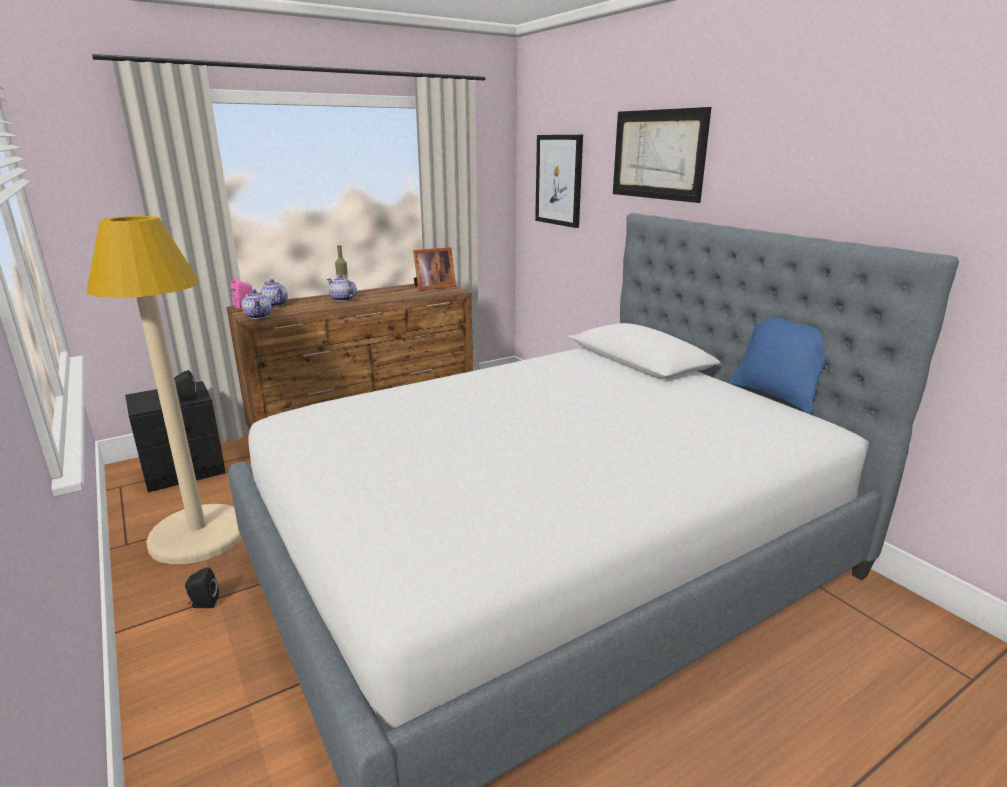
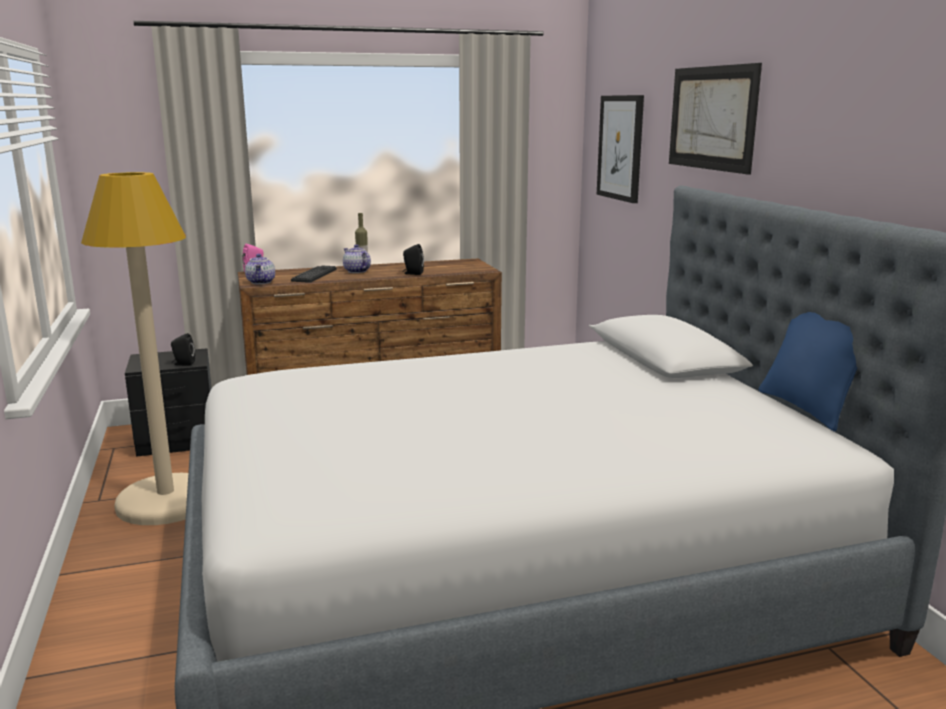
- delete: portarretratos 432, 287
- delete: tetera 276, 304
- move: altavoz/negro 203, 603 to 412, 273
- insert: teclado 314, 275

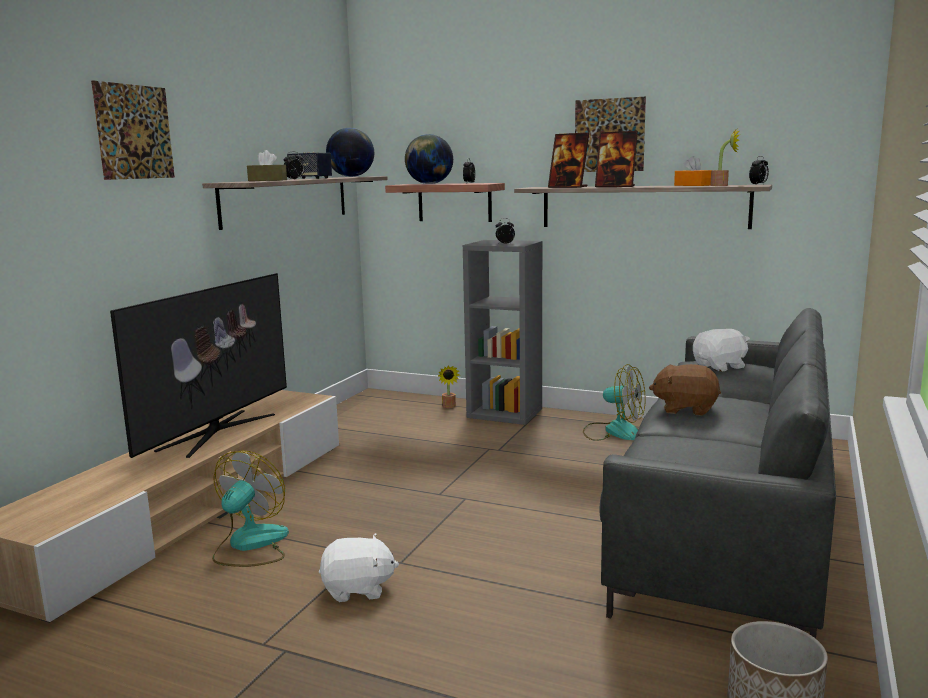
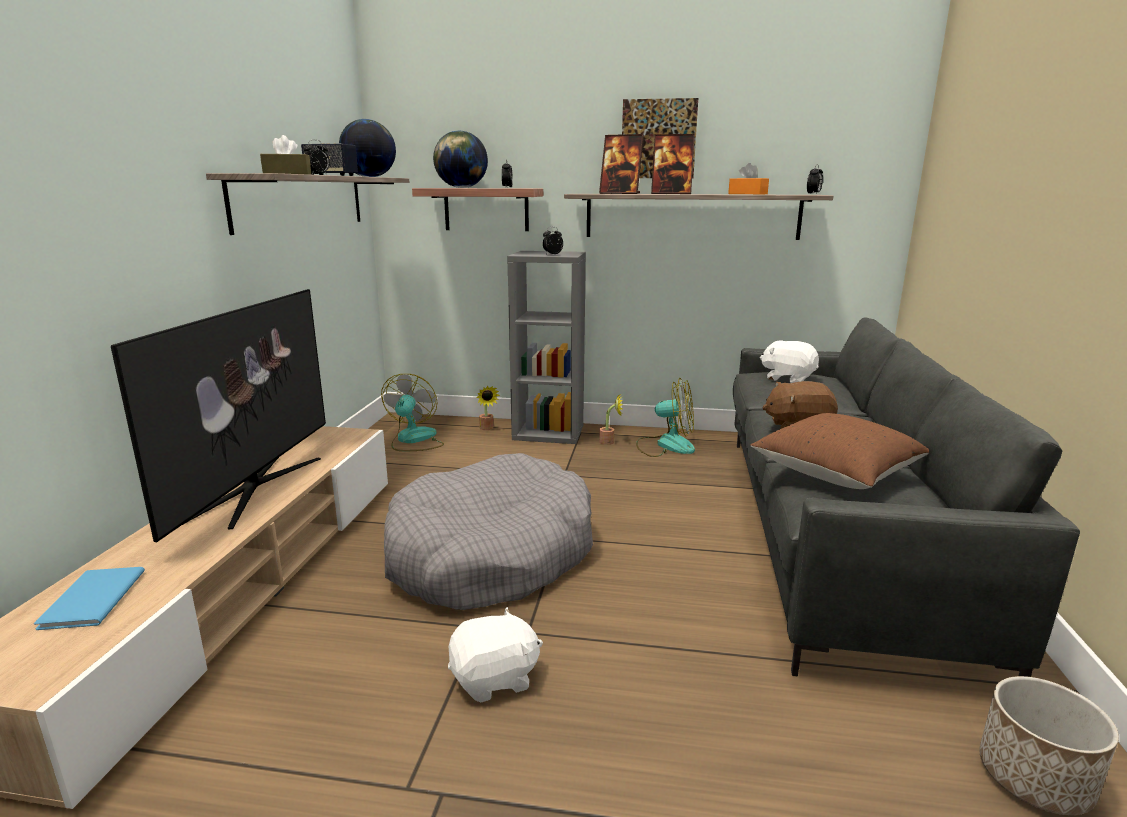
- delete: cuadro 134, 132
- move: planta en maceta 723, 185 to 609, 442
- rotate: peluche/blanco 720, 366 = 788, 378 105 degrees counterclockwise
- move: ventilador 250, 545 to 413, 440
- insert: cojín/marrón 836, 474
- insert: cama para perro/gris 491, 554
- insert: libro/azul 89, 600

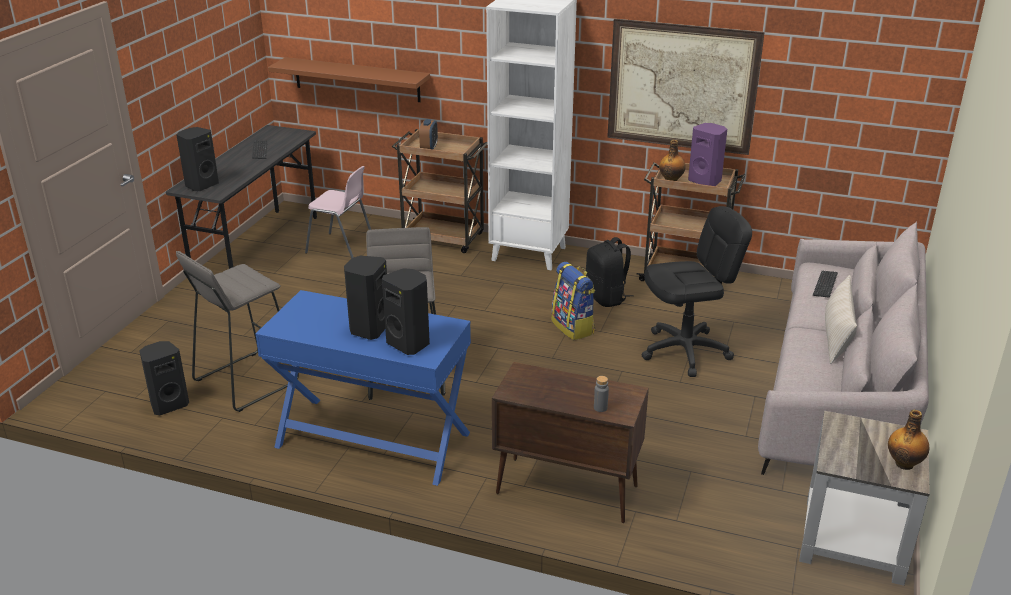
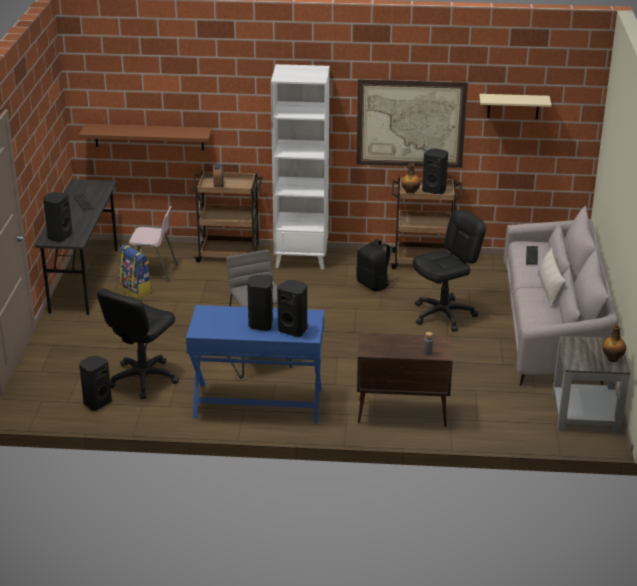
- recolor: altavoz/morado 705, 181 to altavoz/negro 435, 190
- replace: taburete/gris 245, 381 to silla de oficina/negro 143, 379
- move: mochila 573, 327 to 137, 291
- insert: estante/beis 513, 106

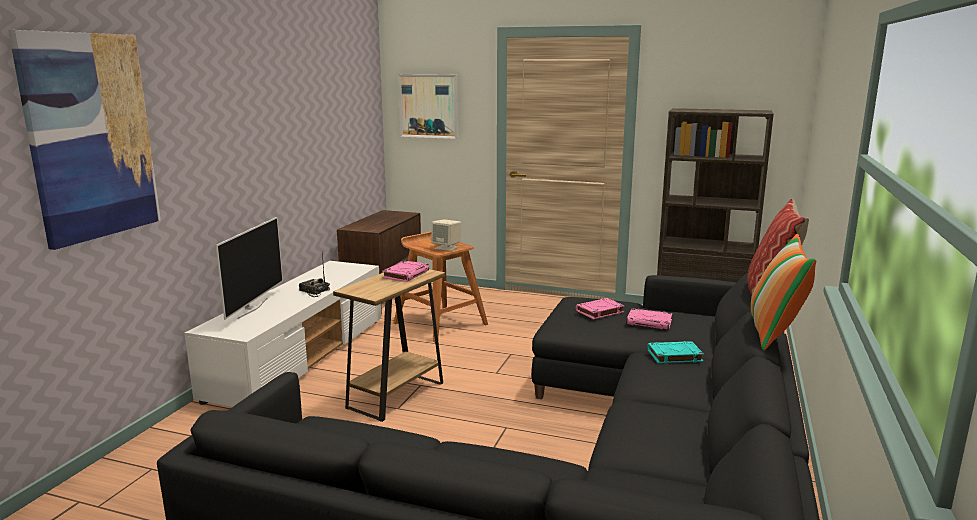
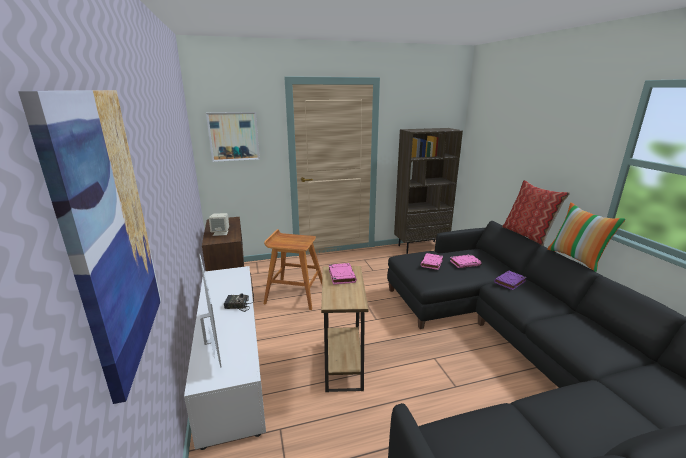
- move: altavoz/beis 447, 248 to 221, 233
- recolor: libro/turquesa 674, 356 to libro/morado 509, 282

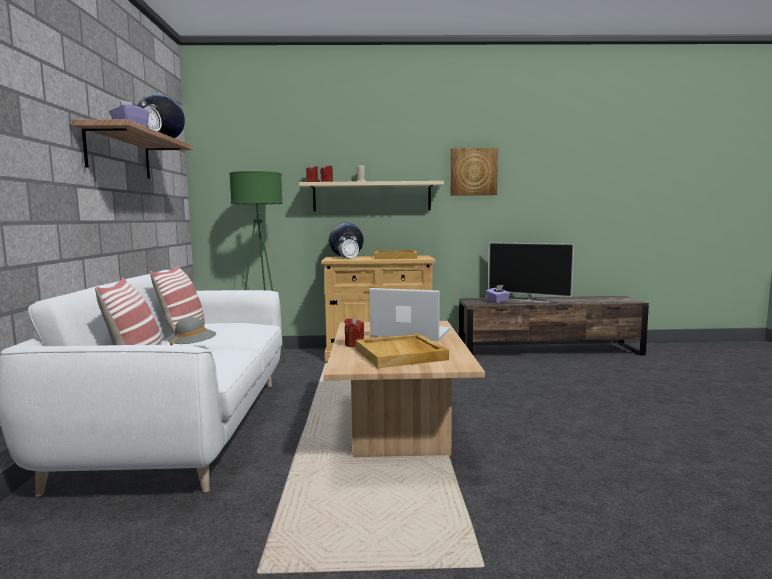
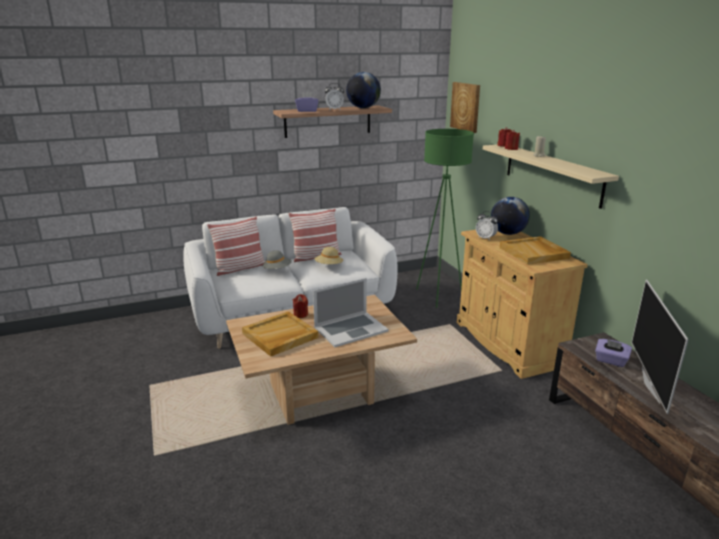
- move: cuadro 473, 172 to 466, 107
- rotate: portátil 410, 333 = 350, 329 60 degrees clockwise
- insert: sombrero/beis 329, 266

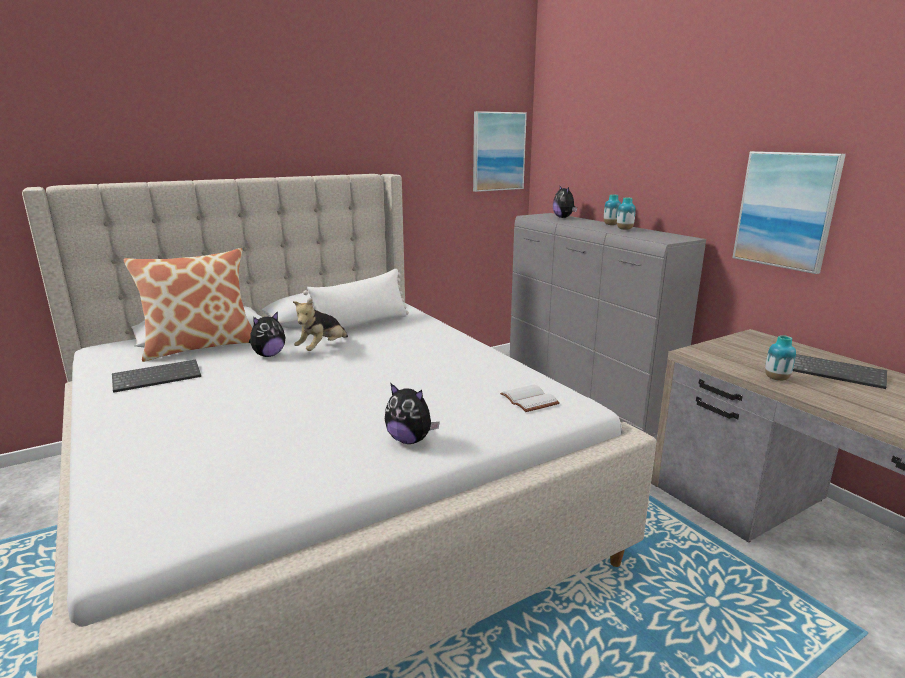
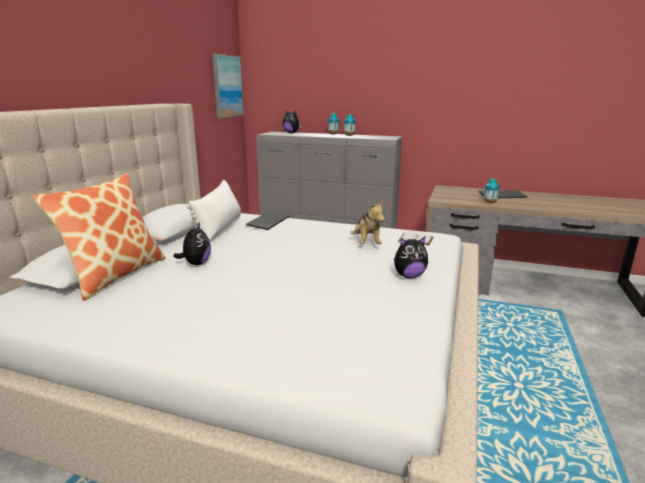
- delete: cuadro 786, 210
- move: peluche 322, 348 to 366, 243
- move: teclado 158, 377 to 268, 221

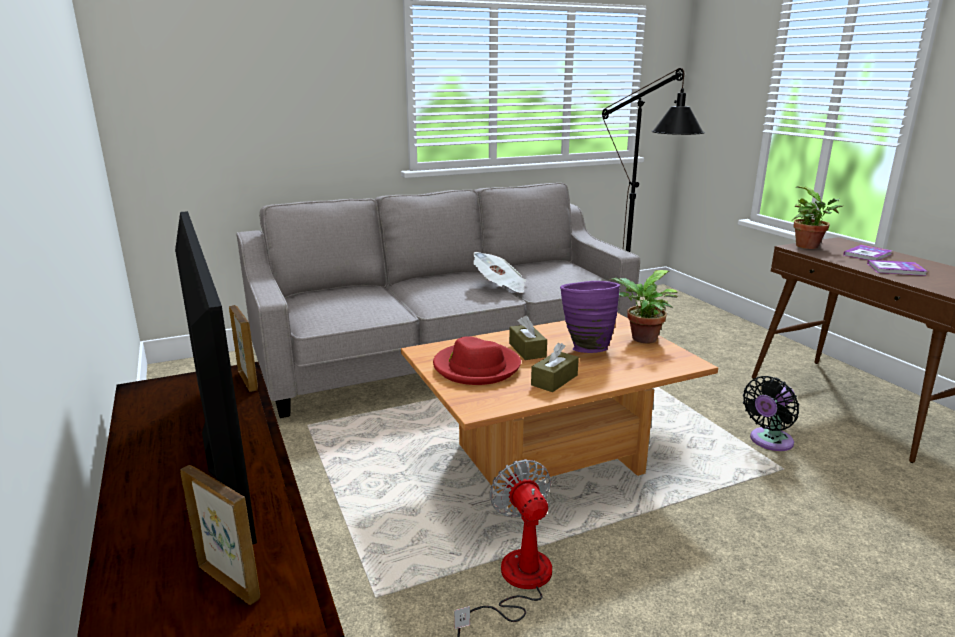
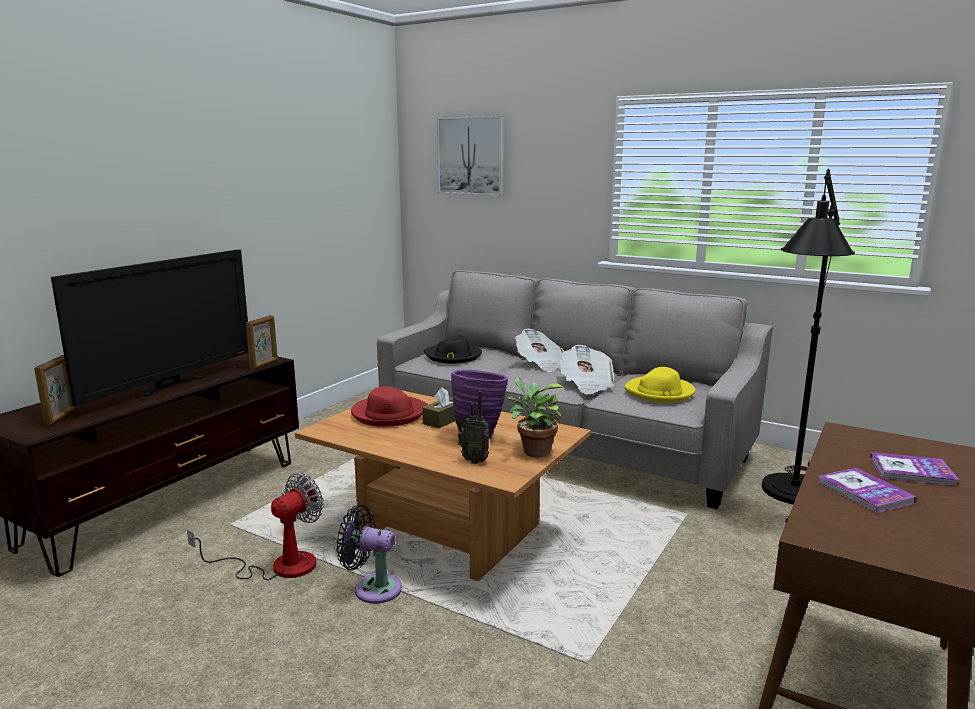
- delete: planta en maceta 810, 247
- delete: caja de pañuelos/marrón 554, 380
- move: ventilador/negro 769, 441 to 373, 588
- insert: cuadro 471, 156
- insert: periódico 541, 364
- insert: sombrero/negro 453, 356
- insert: sombrero/amarillo 660, 392
- insert: radio 474, 460

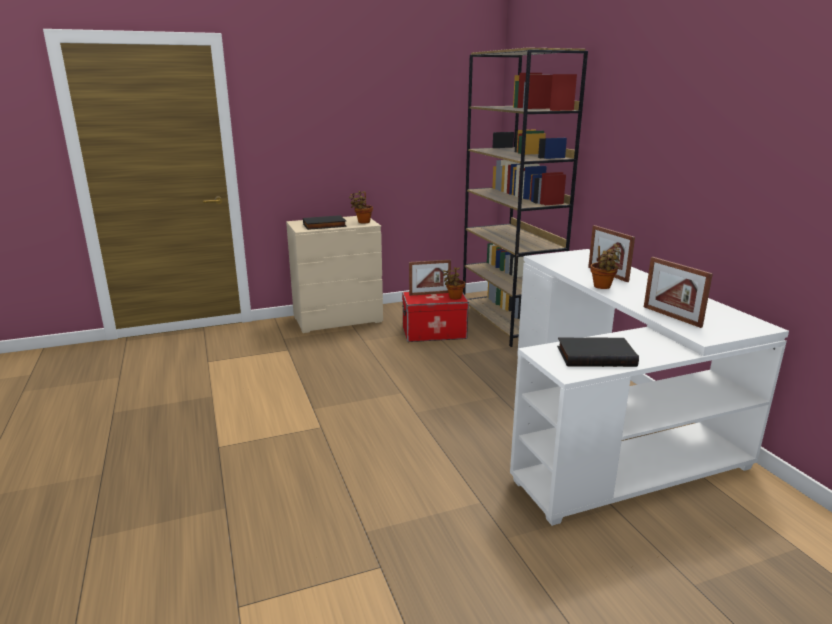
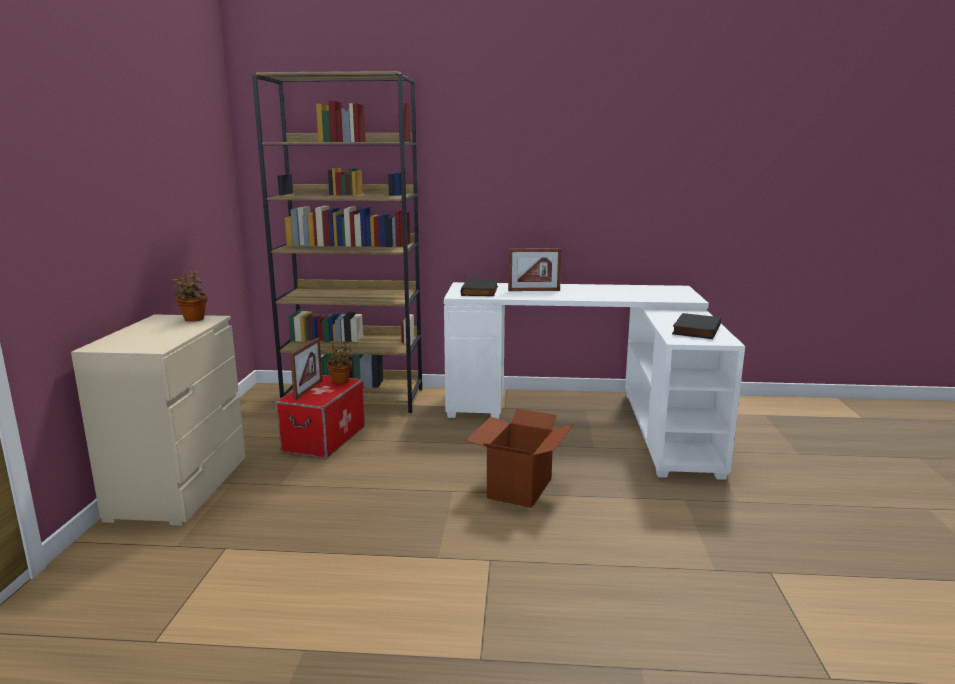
- move: libro/negro 324, 225 to 481, 291
- delete: planta en maceta 602, 287
- delete: portarretratos 671, 316
- insert: caja de cartón 518, 488

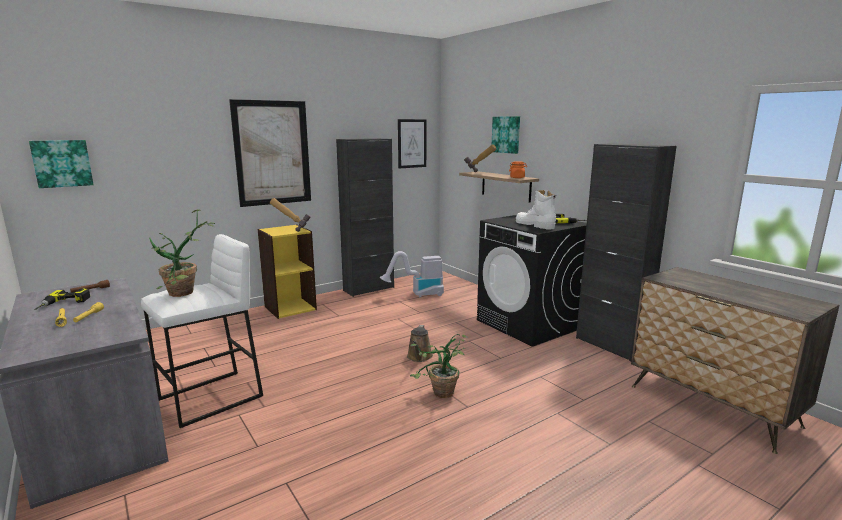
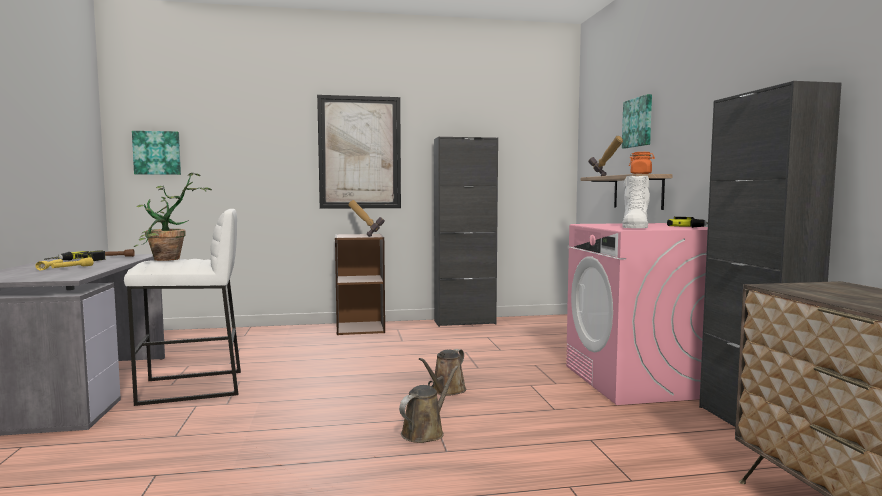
- delete: cuadro 412, 143
- rotate: bota/blanco 534, 225 = 635, 227 150 degrees counterclockwise
- recolor: lavadora/negro 529, 324 to lavadora/rosa 638, 381
- recolor: estantería/amarillo 290, 308 to estantería/marrón 360, 328
- delete: aspiradora 417, 295
- replace: planta en maceta 440, 395 to regadera/marrón 425, 432

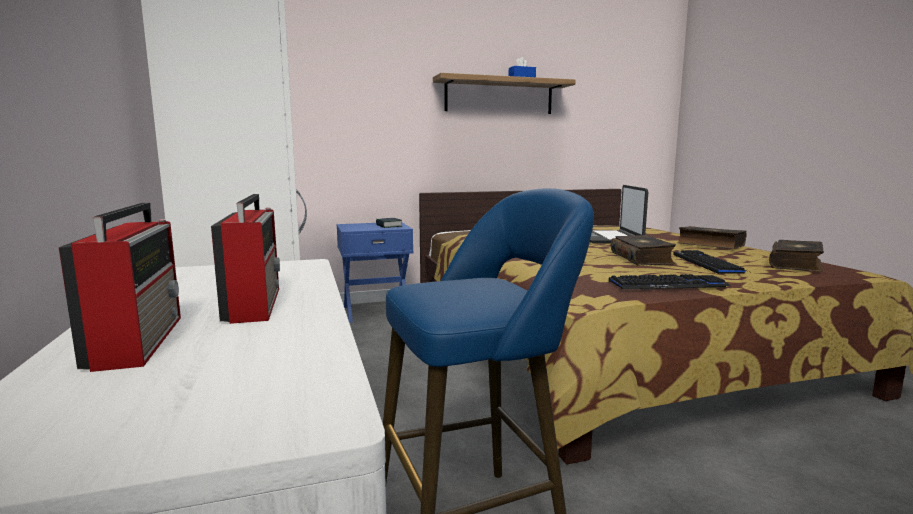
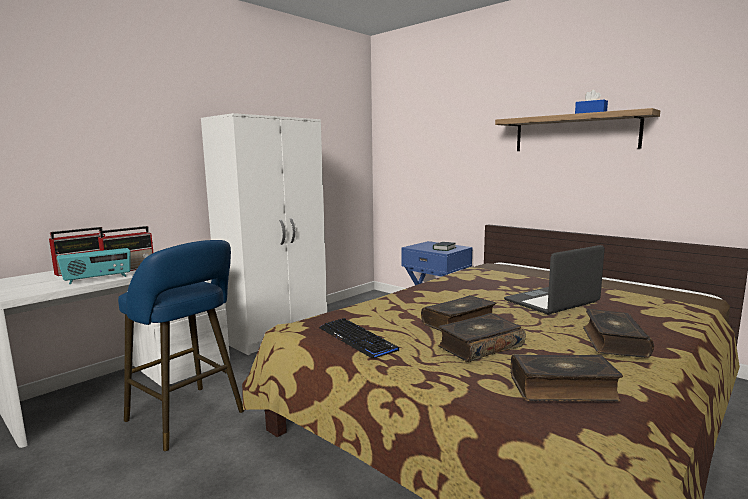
- replace: teclado 707, 263 to libro 479, 346
- insert: radio 98, 279

